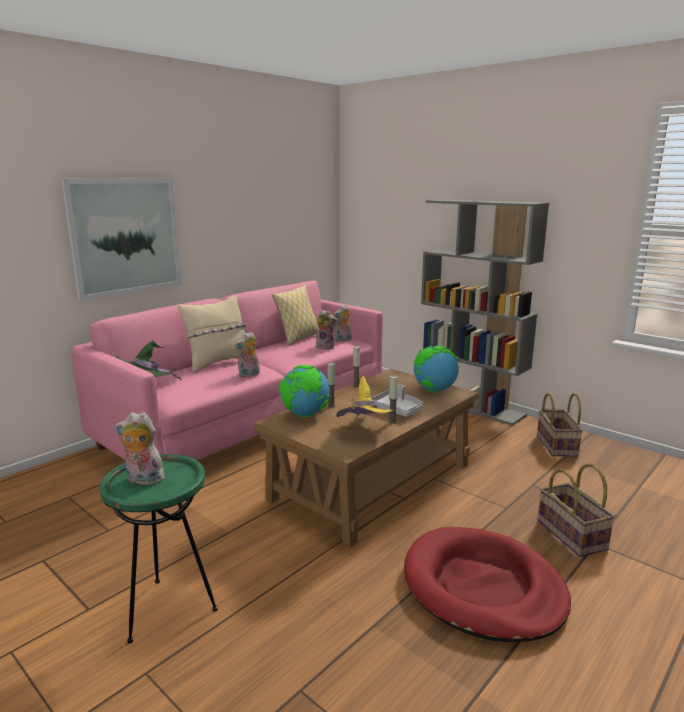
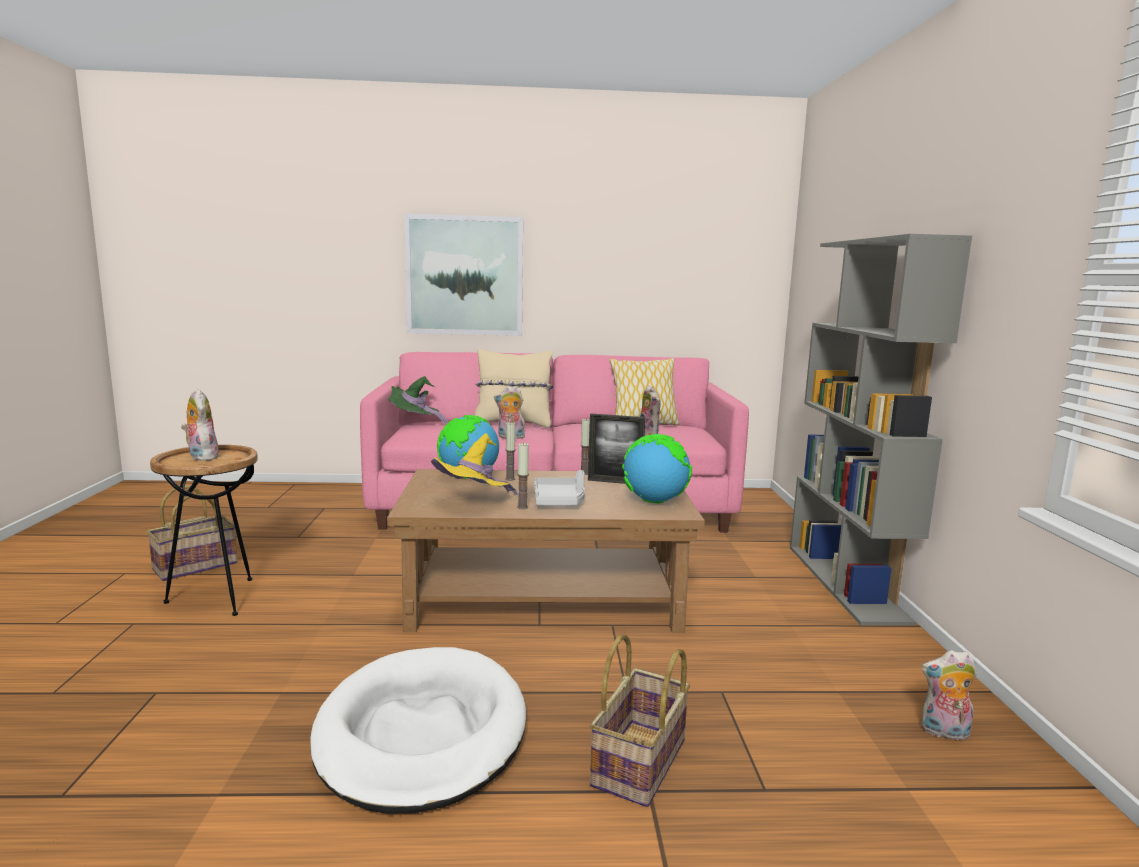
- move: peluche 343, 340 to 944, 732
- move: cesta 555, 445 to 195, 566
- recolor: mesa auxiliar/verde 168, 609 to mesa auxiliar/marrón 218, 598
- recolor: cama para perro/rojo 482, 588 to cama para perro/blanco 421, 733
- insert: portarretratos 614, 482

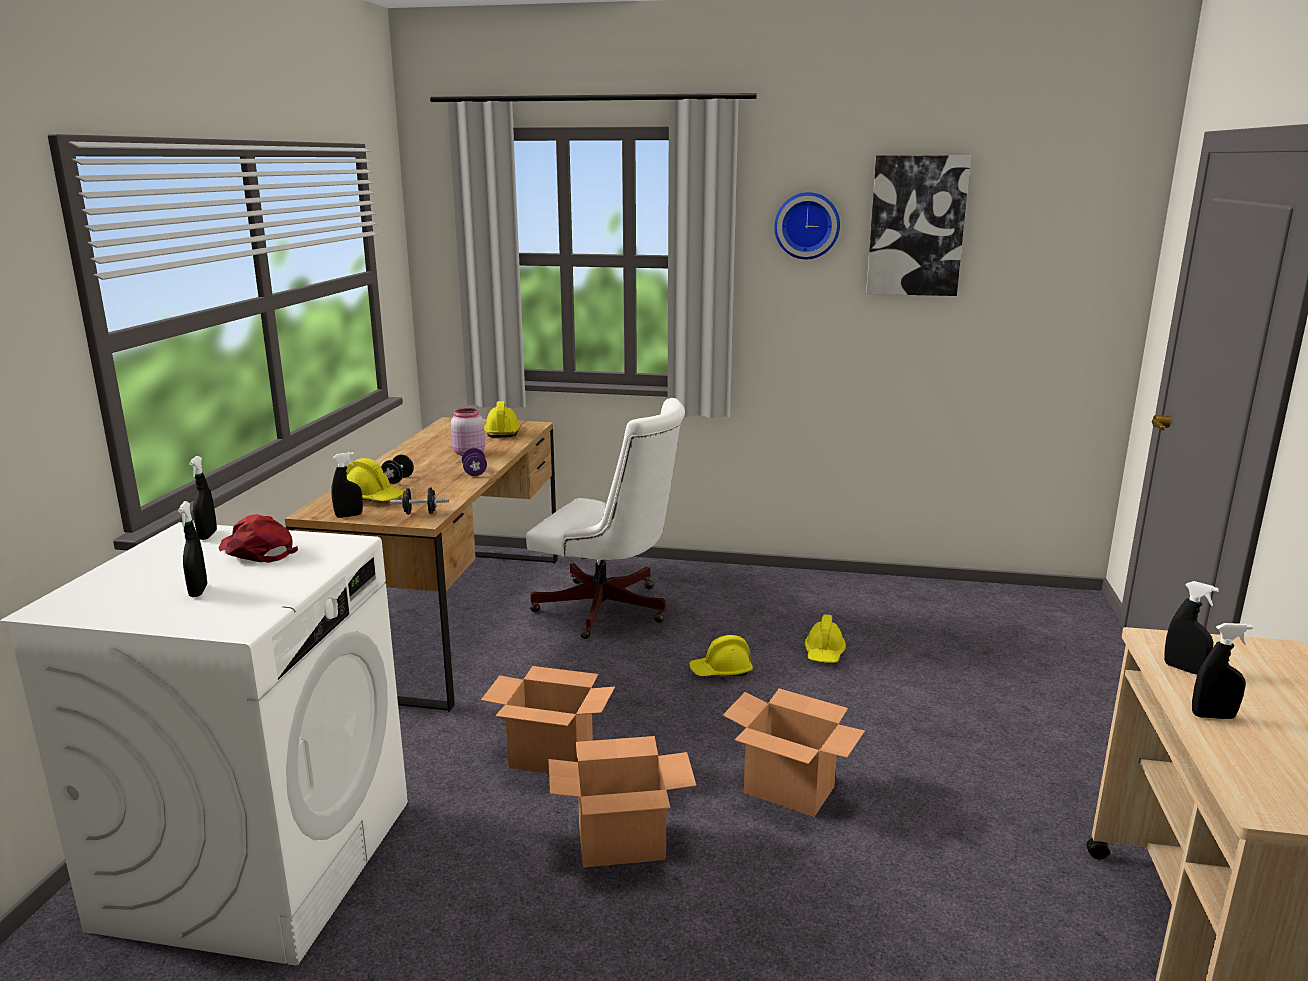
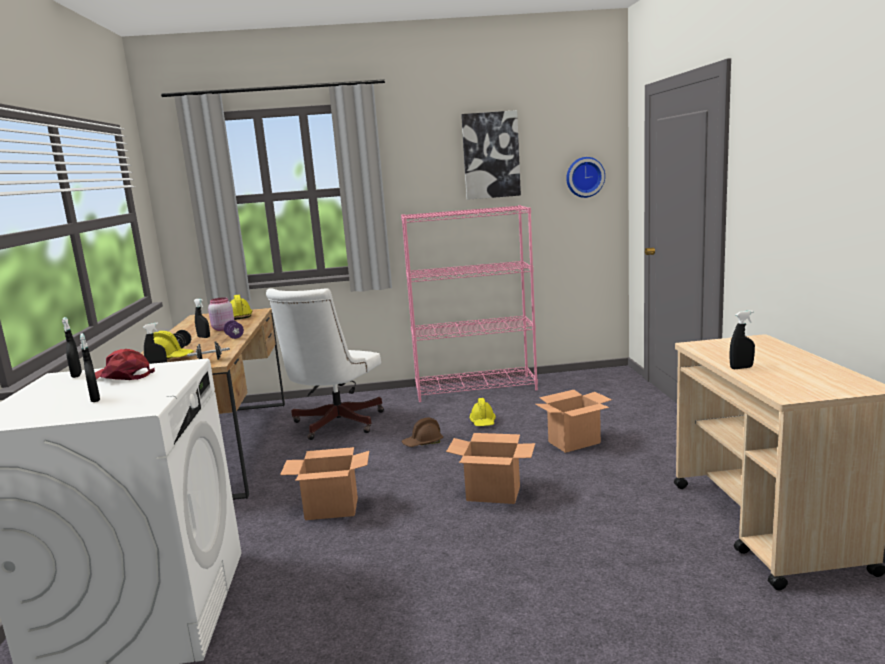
- move: reloj de pared 807, 225 to 584, 177
- rotate: silla de oficina/blanco 609, 610 = 334, 425 105 degrees clockwise
- move: pulverizador/negro 1183, 669 to 204, 337
- recolor: casco/amarillo 721, 671 to casco/marrón 423, 443
- move: caja de cartón 622, 843 to 574, 442
- insert: estantería/rosa 476, 388

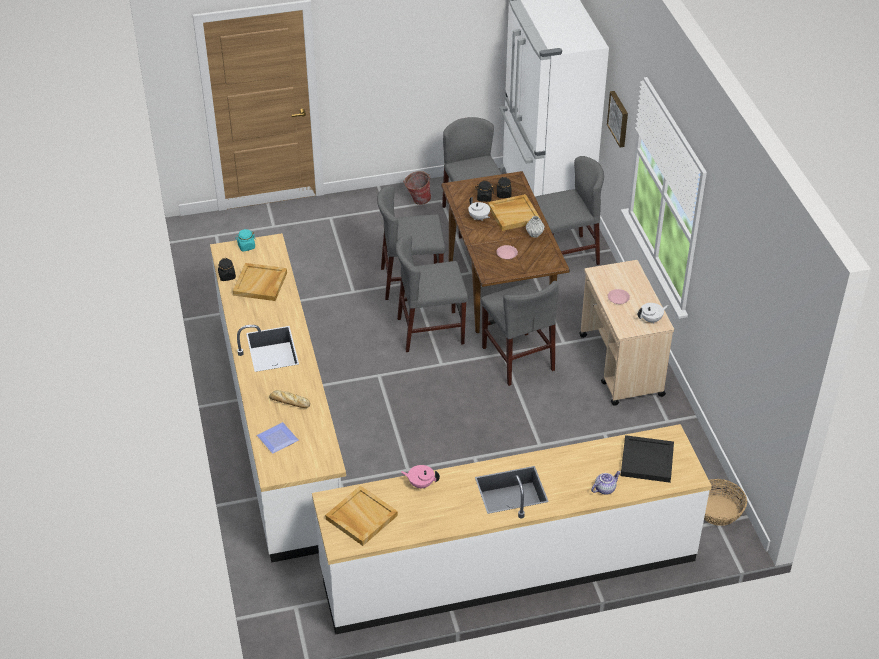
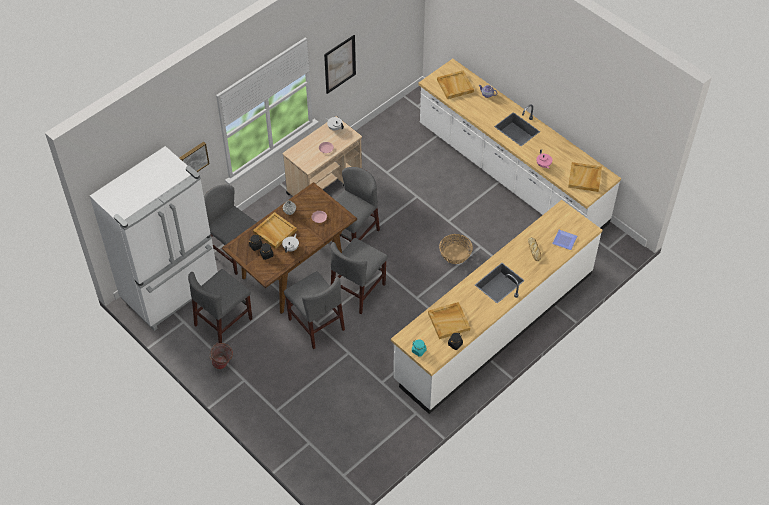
- rotate: silla/gris 430, 331 = 358, 290 75 degrees clockwise
- recolor: bandeja/negro 647, 460 to bandeja/beis 454, 86
- move: cesta 718, 511 to 455, 254
- insert: cuadro 340, 64

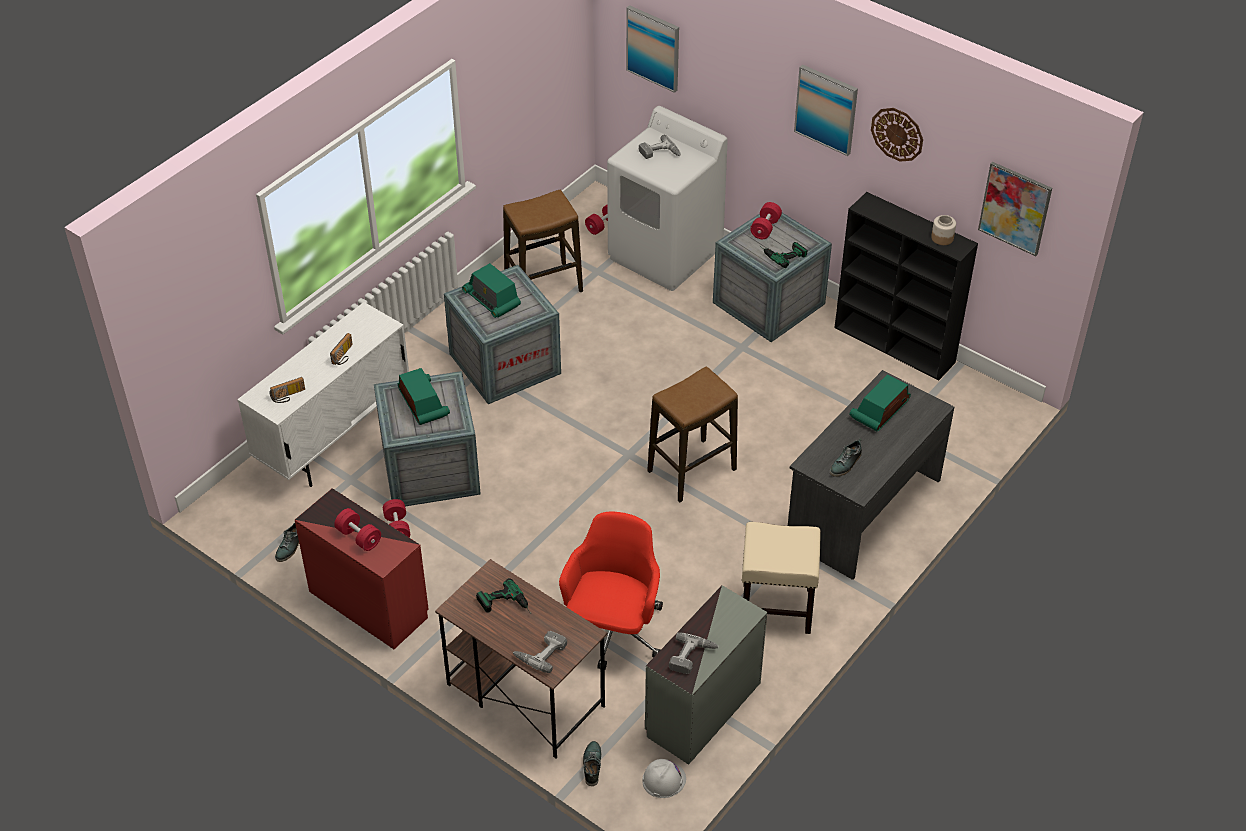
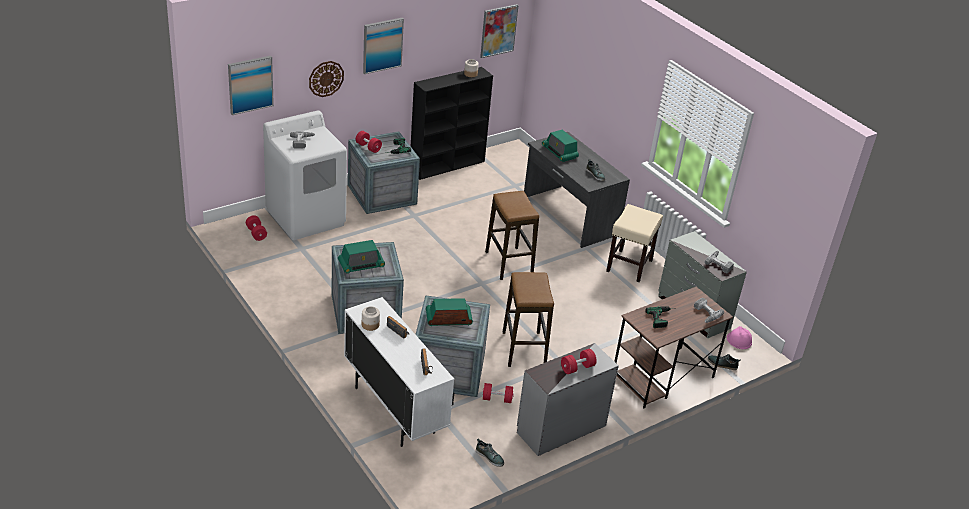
- move: reloj de pared 897, 134 to 326, 78
- move: taburete 543, 286 to 524, 349
- recolor: cómoda/rojo 369, 603 to cómoda/gris 560, 428
- delete: silla de oficina/rojo 613, 633
- recolor: casco/blanco 663, 779 to casco/rosa 739, 340
- insert: tarro 370, 325

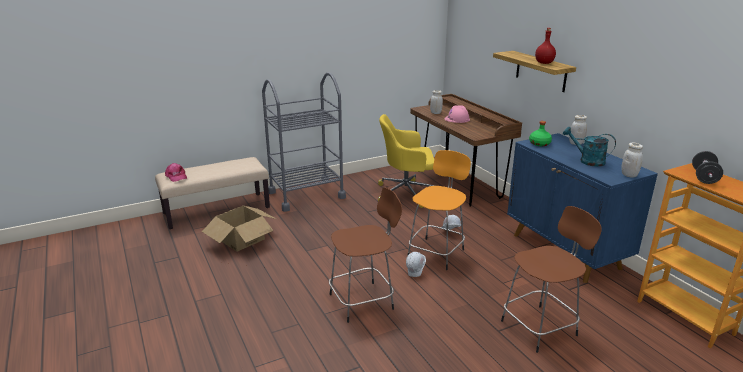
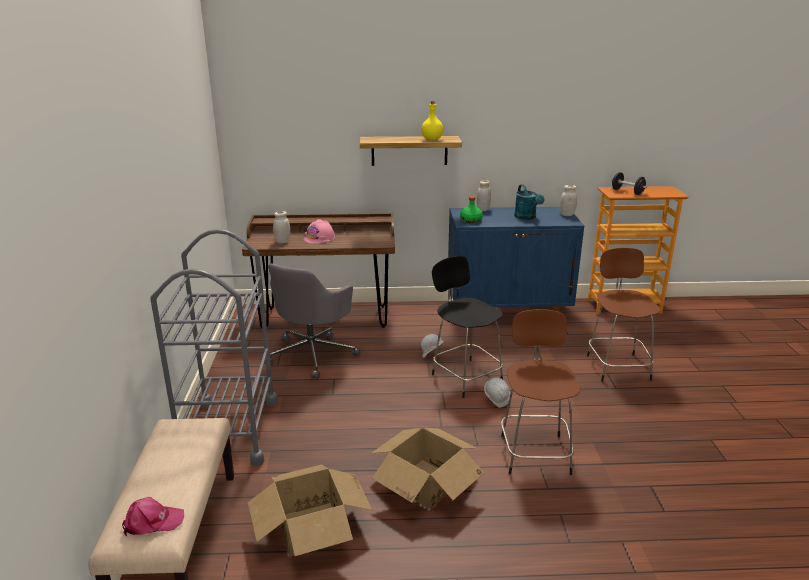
- recolor: botella/rojo 544, 63 to botella/amarillo 431, 139
- recolor: silla de oficina/amarillo 406, 193 to silla de oficina/gris 313, 354
- rotate: regadera/turquesa 587, 161 = 527, 217 75 degrees counterclockwise
- recolor: taburete/naranja 437, 252 to taburete/negro 465, 377
- insert: caja de cartón 426, 483

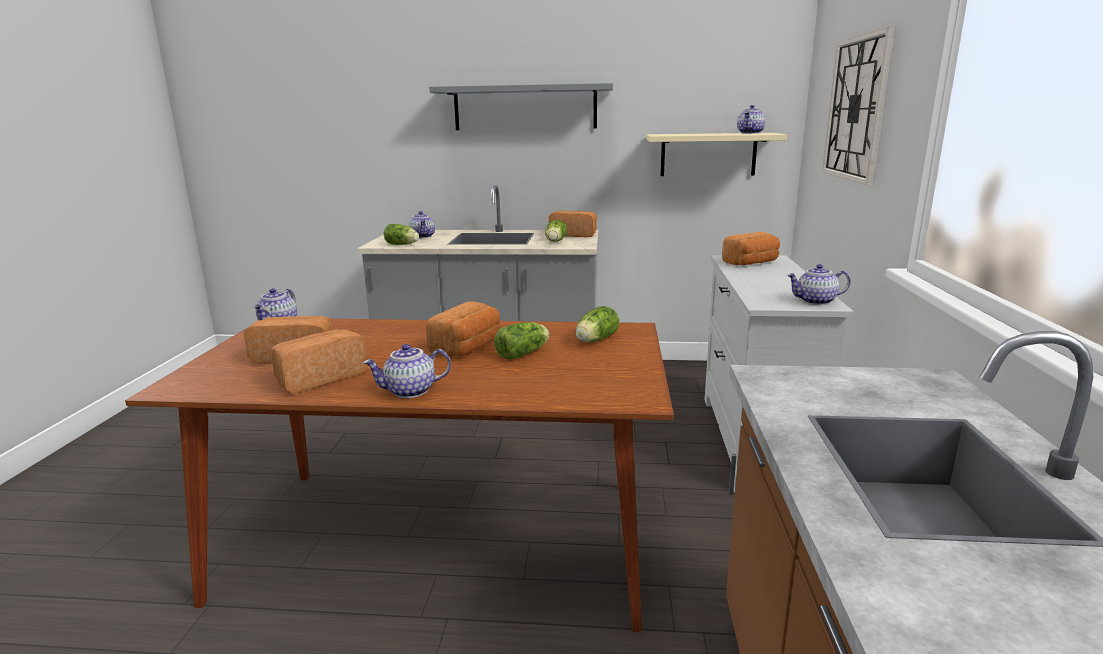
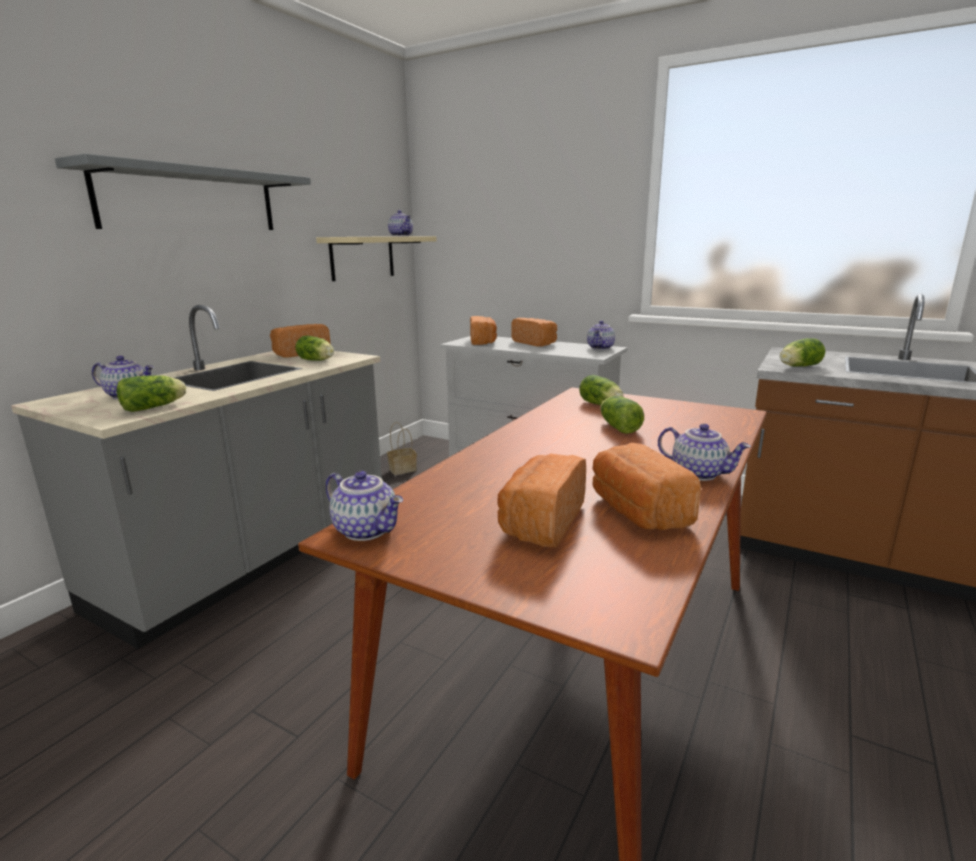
- delete: reloj de pared 857, 109
- move: pan 468, 347 to 535, 343
- rotate: tetera 410, 392 = 699, 473 60 degrees counterclockwise
- insert: lechuga 797, 366
- insert: cesta 403, 469

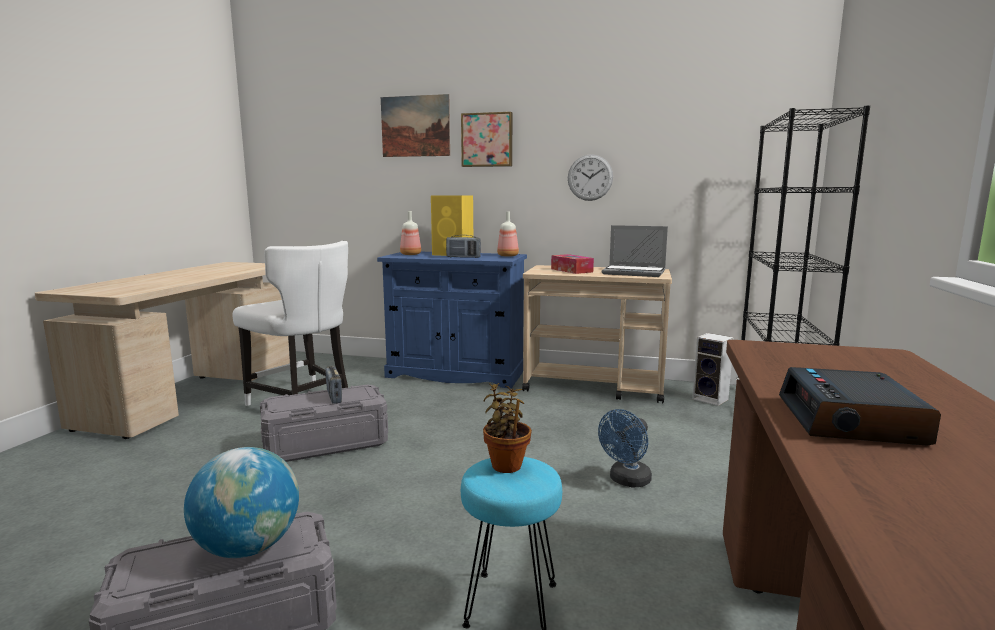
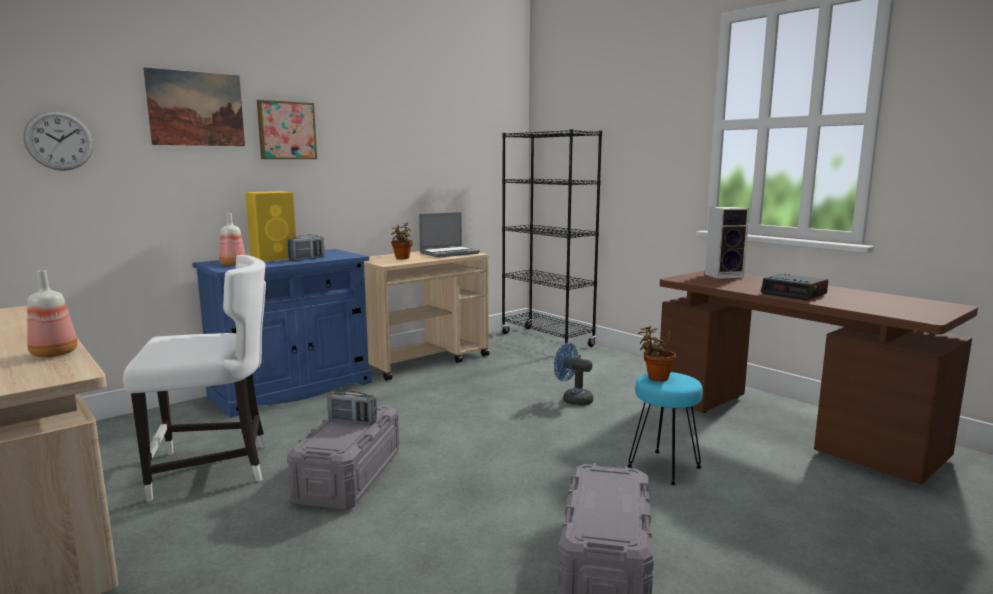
- move: reloj de pared 590, 177 to 59, 140
- move: botella 508, 256 to 55, 353
- replace: caja de pañuelos 571, 270 to planta en maceta 402, 258
- move: altavoz 711, 399 to 724, 275
- rotate: ventilador/azul 626, 481 = 573, 399 135 degrees clockwise
- delete: globo terráqueo 248, 548

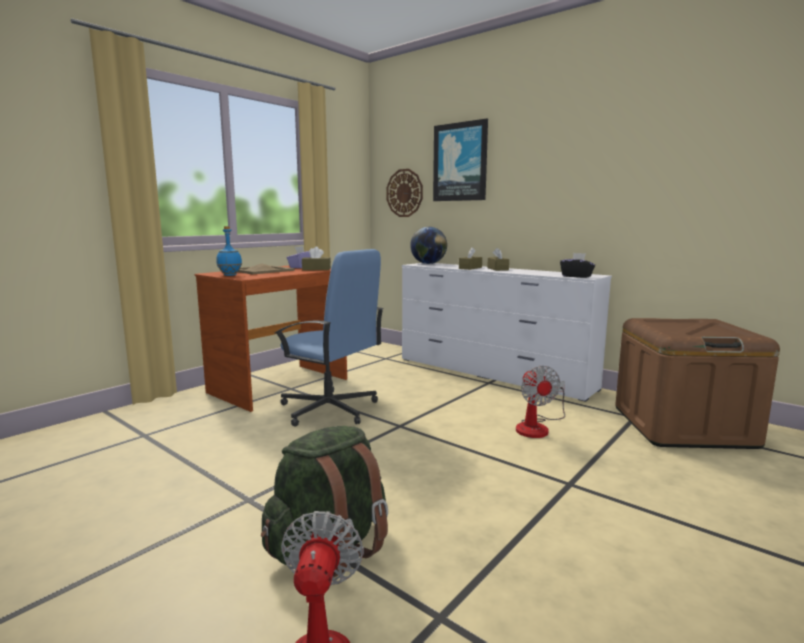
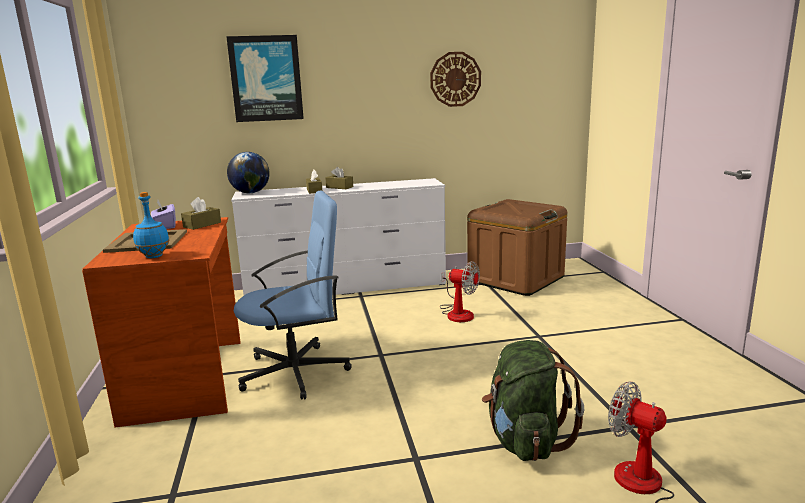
- move: reloj de pared 404, 193 to 455, 79
- delete: caja de pañuelos/negro 576, 276

